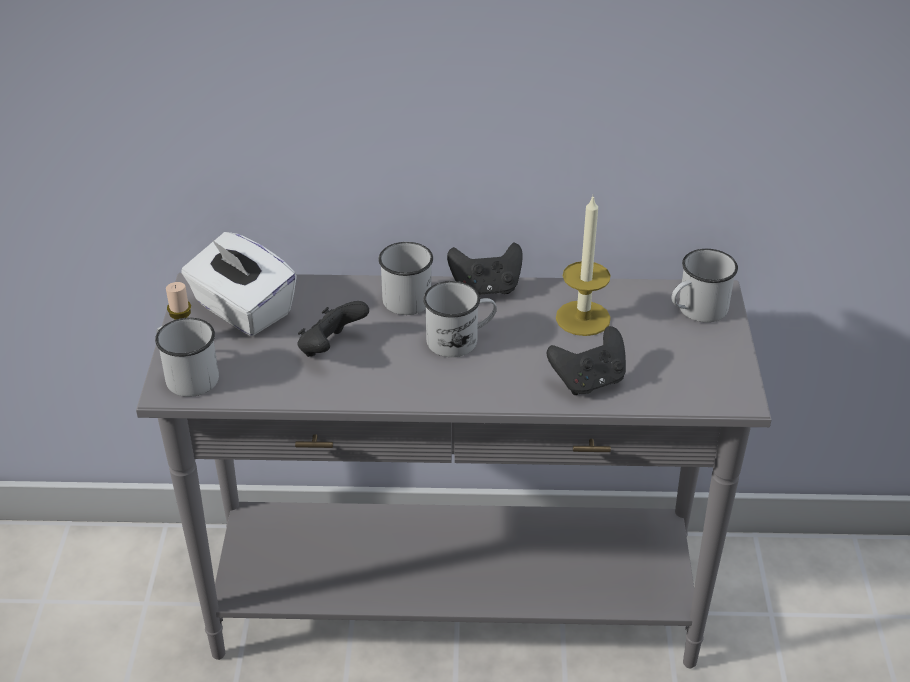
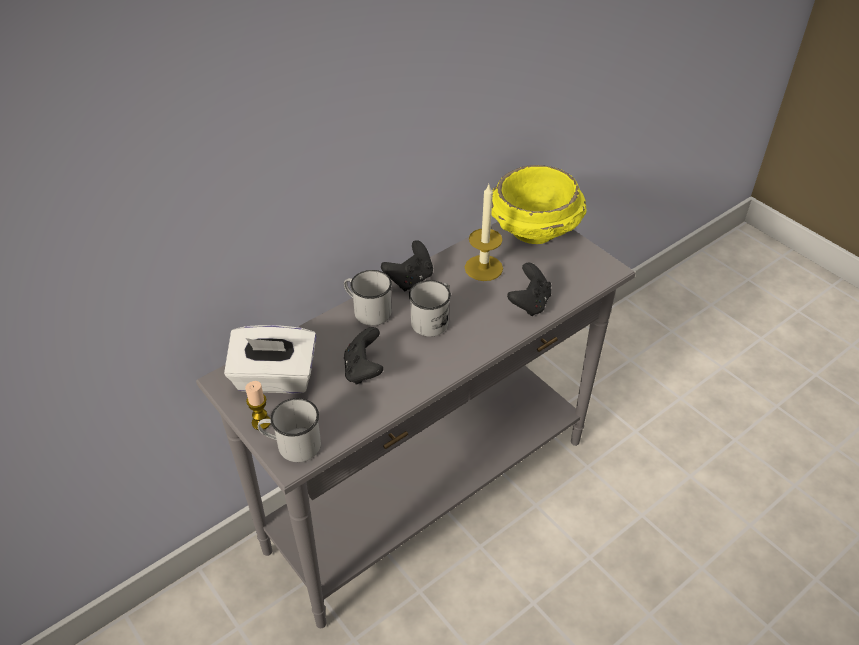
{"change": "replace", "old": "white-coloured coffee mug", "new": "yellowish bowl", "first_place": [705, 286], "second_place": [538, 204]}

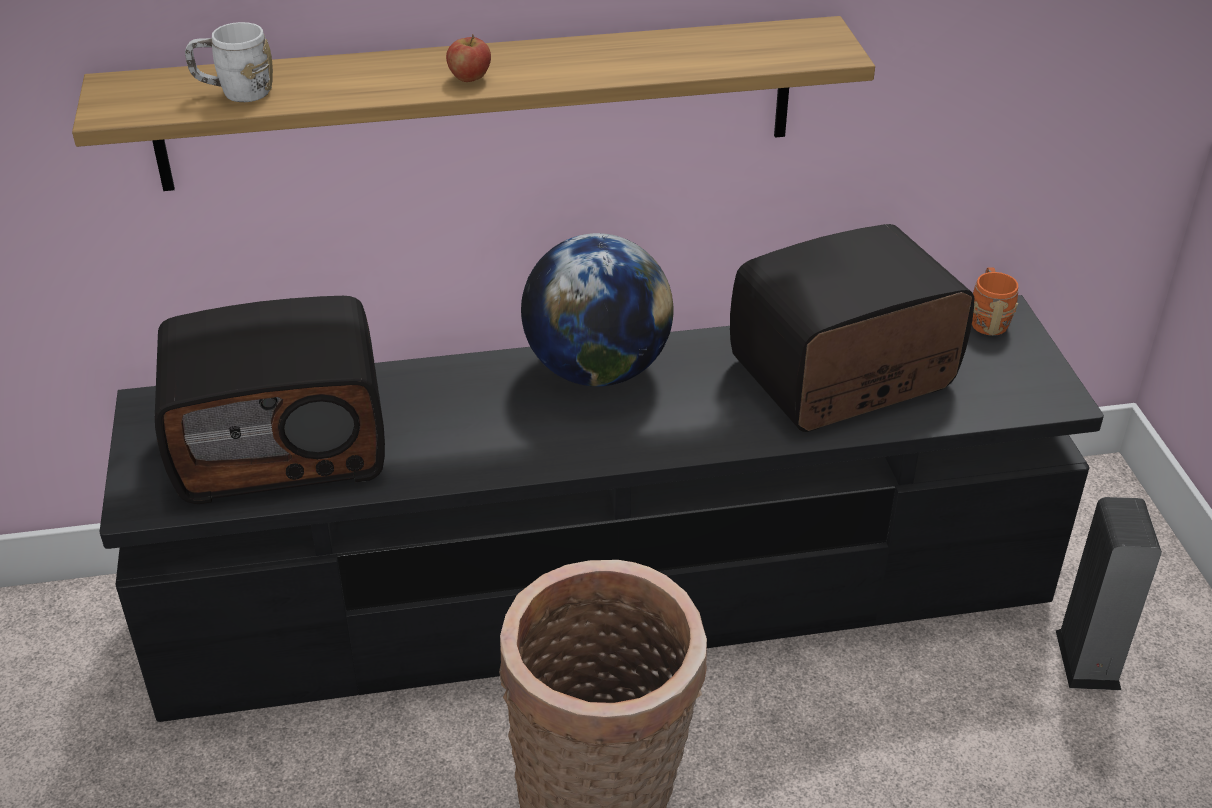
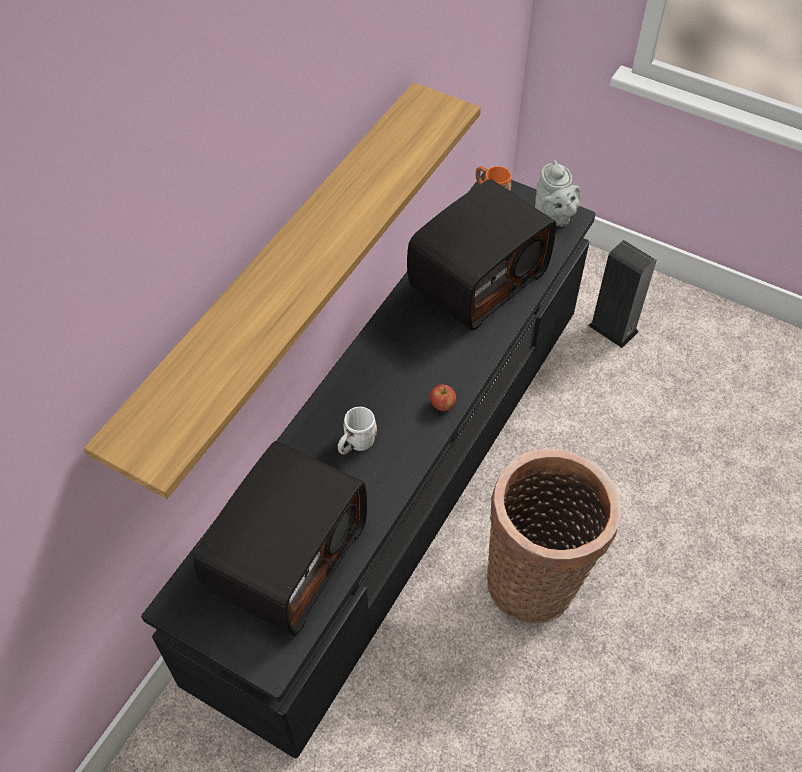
{"change": "delete", "old": "world globe", "first_place": [597, 309]}
{"change": "insert", "new": "greyish pot for tea", "second_place": [558, 193]}
{"change": "move", "old": "white-coloured coffee mug", "first_place": [229, 62], "second_place": [357, 431]}
{"change": "move", "old": "apple fruit", "first_place": [468, 58], "second_place": [443, 397]}
{"change": "rotate", "old": "radio", "first_place": [852, 328], "second_place": [481, 255], "degrees": -150}

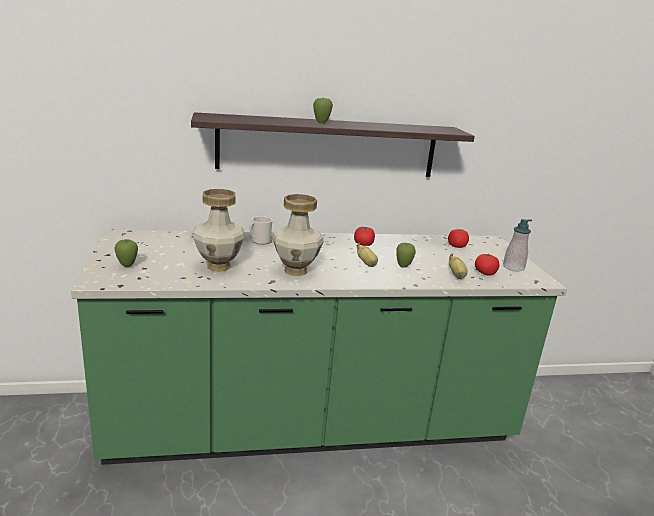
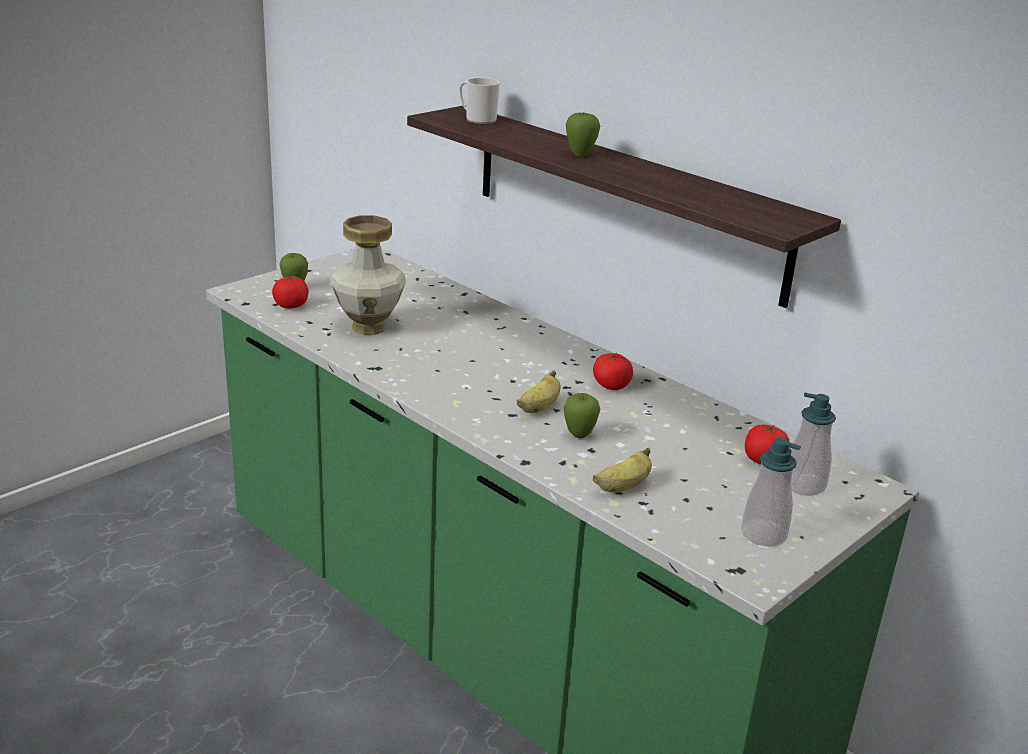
{"change": "delete", "old": "decorative vase", "first_place": [298, 235]}
{"change": "insert", "new": "liquid soap bottle", "second_place": [813, 444]}
{"change": "move", "old": "coffee mug", "first_place": [260, 230], "second_place": [479, 101]}
{"change": "move", "old": "fresh tomato", "first_place": [487, 265], "second_place": [290, 292]}

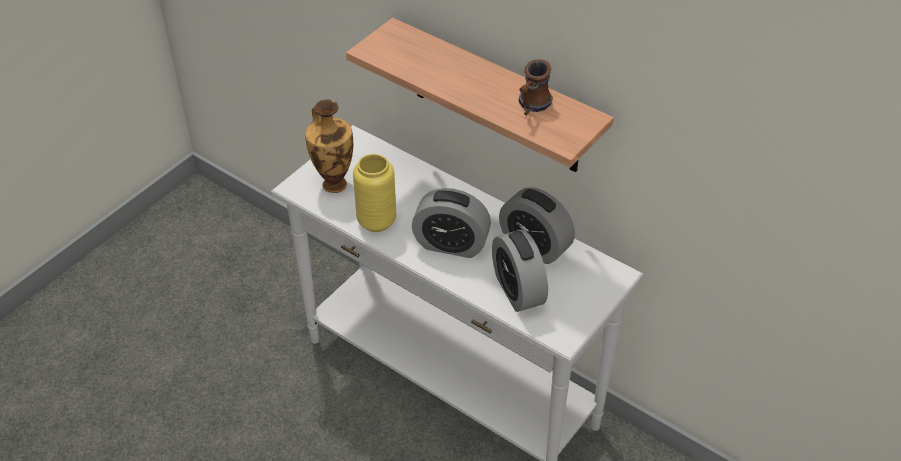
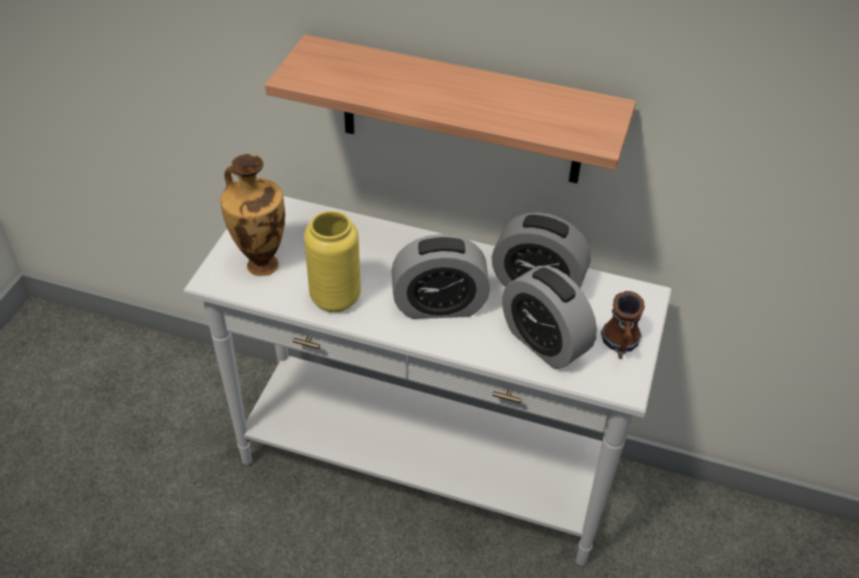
{"change": "move", "old": "coffee mug", "first_place": [536, 87], "second_place": [623, 325]}

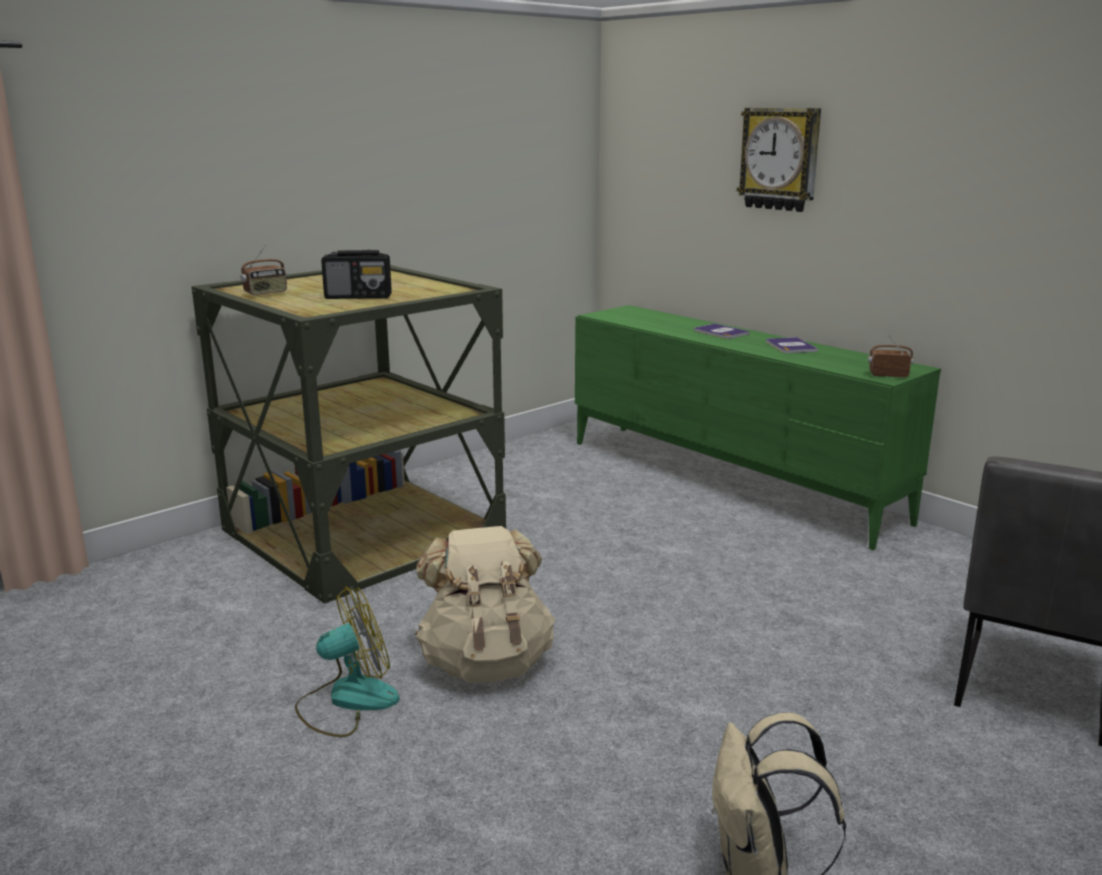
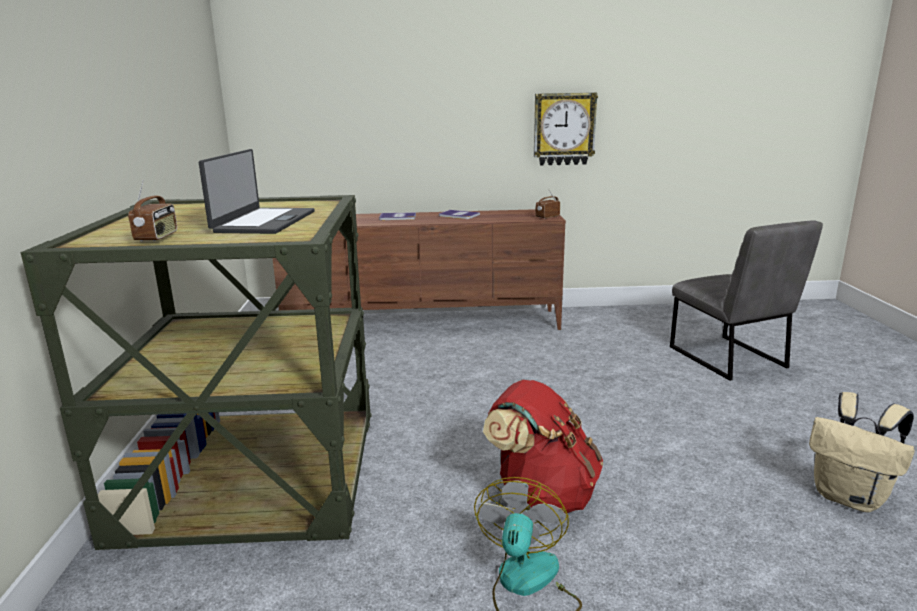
{"change": "move", "old": "clock on the wall", "first_place": [779, 160], "second_place": [566, 129]}
{"change": "replace", "old": "radio", "new": "notebook computer", "first_place": [356, 274], "second_place": [257, 191]}
{"change": "recolor", "old": "beige rucksack", "new": "red rucksack", "first_place": [485, 604], "second_place": [543, 447]}
{"change": "recolor", "old": "greenish storage cabinet", "new": "brownish storage cabinet", "first_place": [758, 427], "second_place": [419, 269]}

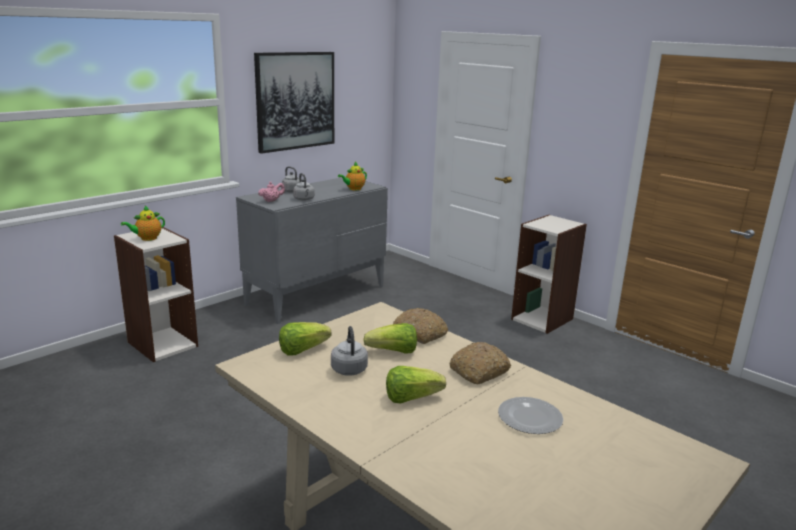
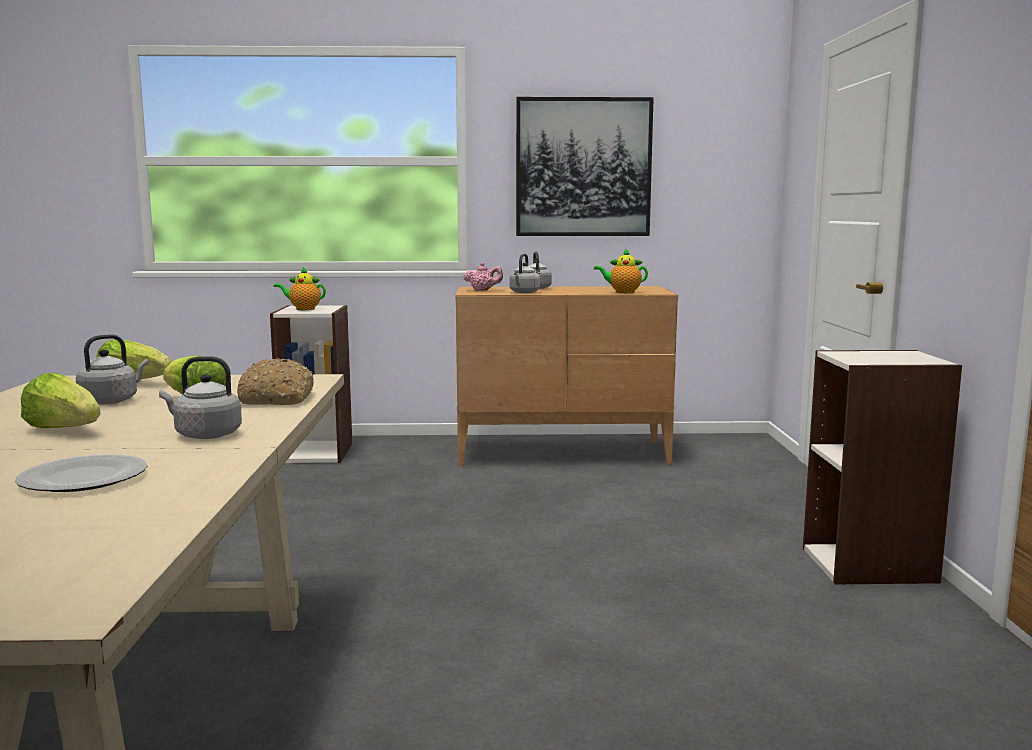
{"change": "replace", "old": "baked bread", "new": "greyish kettle", "first_place": [480, 363], "second_place": [200, 397]}
{"change": "recolor", "old": "greyish storage cabinet", "new": "brownish storage cabinet", "first_place": [312, 250], "second_place": [566, 376]}

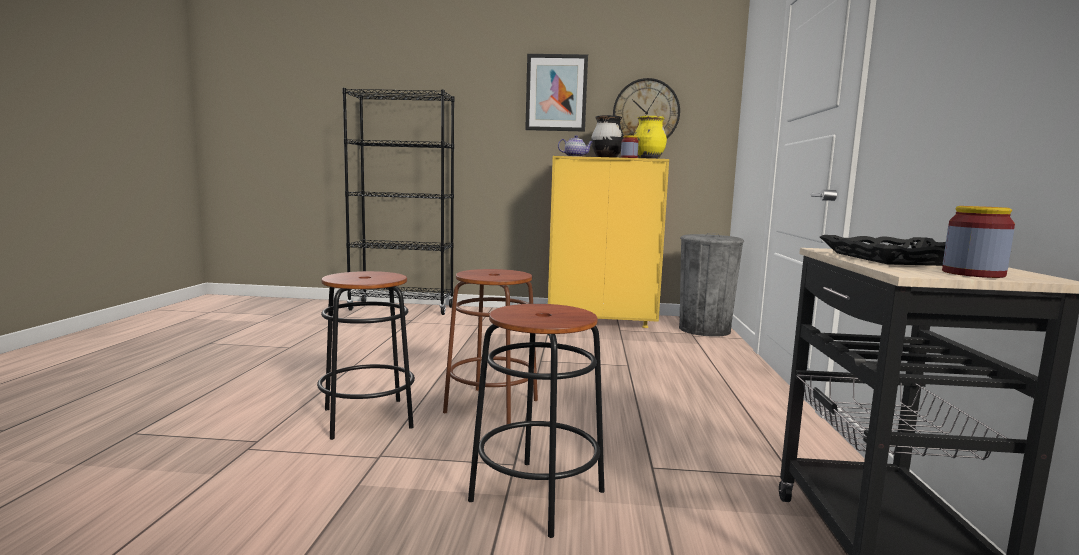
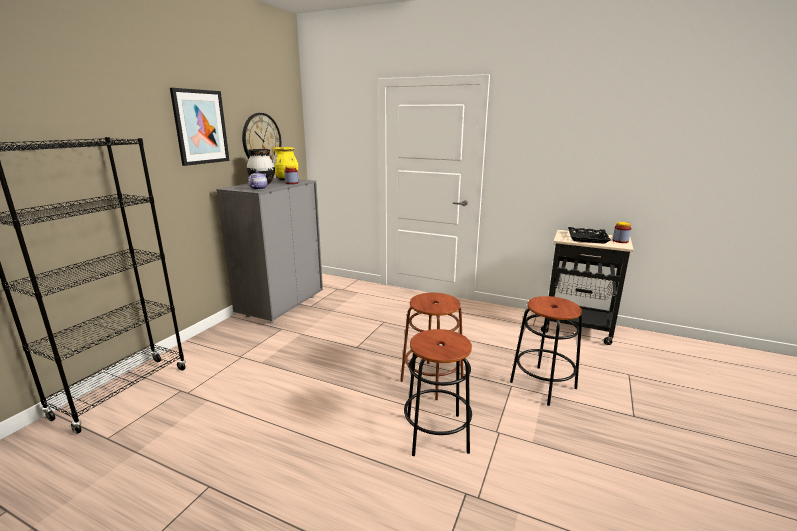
{"change": "delete", "old": "greyish waste bin", "first_place": [711, 285]}
{"change": "recolor", "old": "yellowish storage cabinet", "new": "greyish storage cabinet", "first_place": [608, 242], "second_place": [269, 250]}

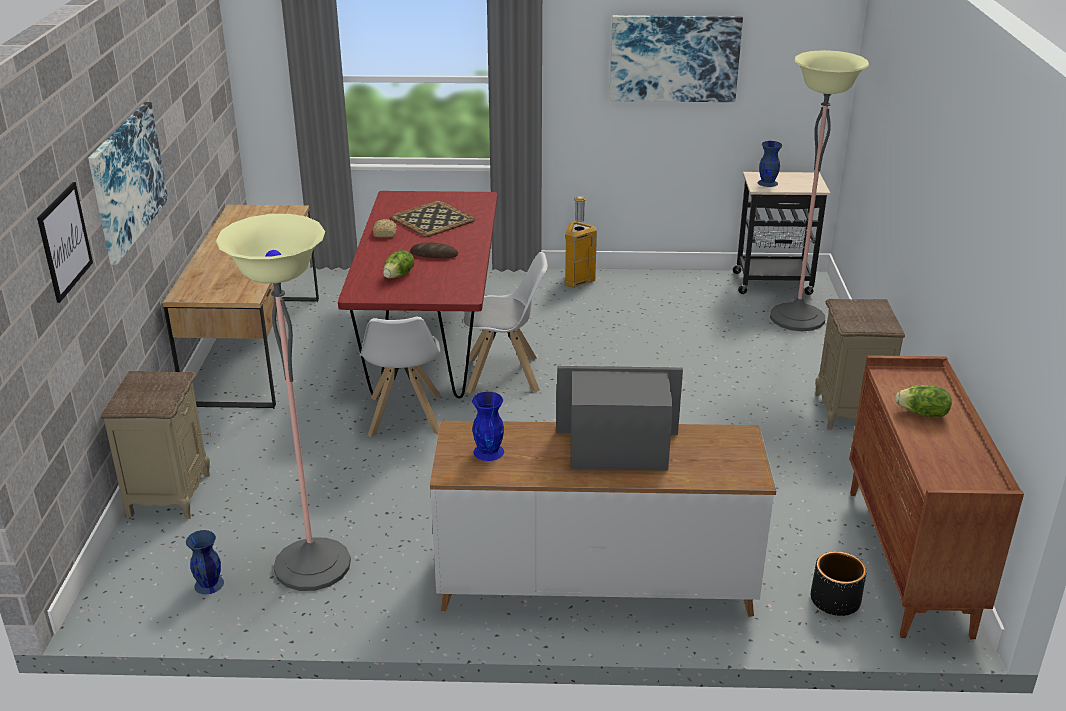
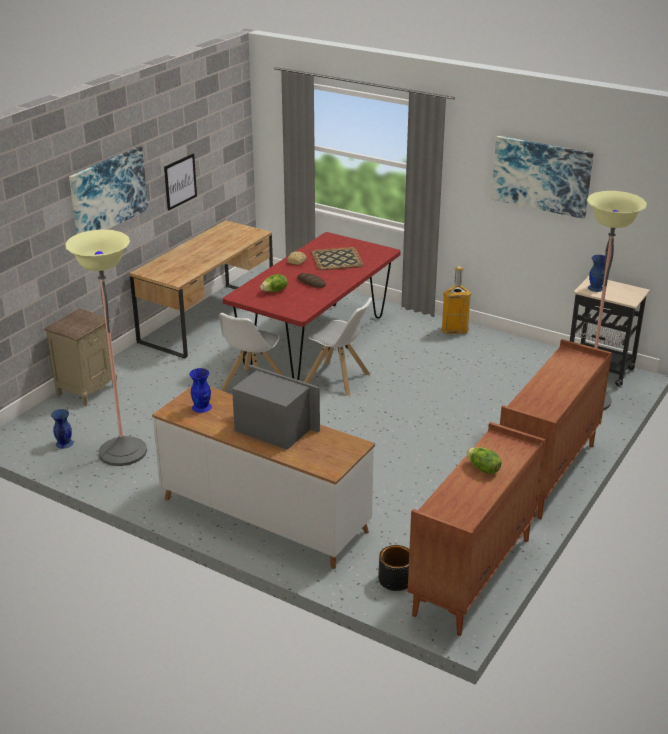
{"change": "move", "old": "wall picture", "first_place": [65, 242], "second_place": [180, 182]}
{"change": "replace", "old": "beige nightstand", "new": "brownish storage cabinet", "first_place": [860, 364], "second_place": [556, 429]}

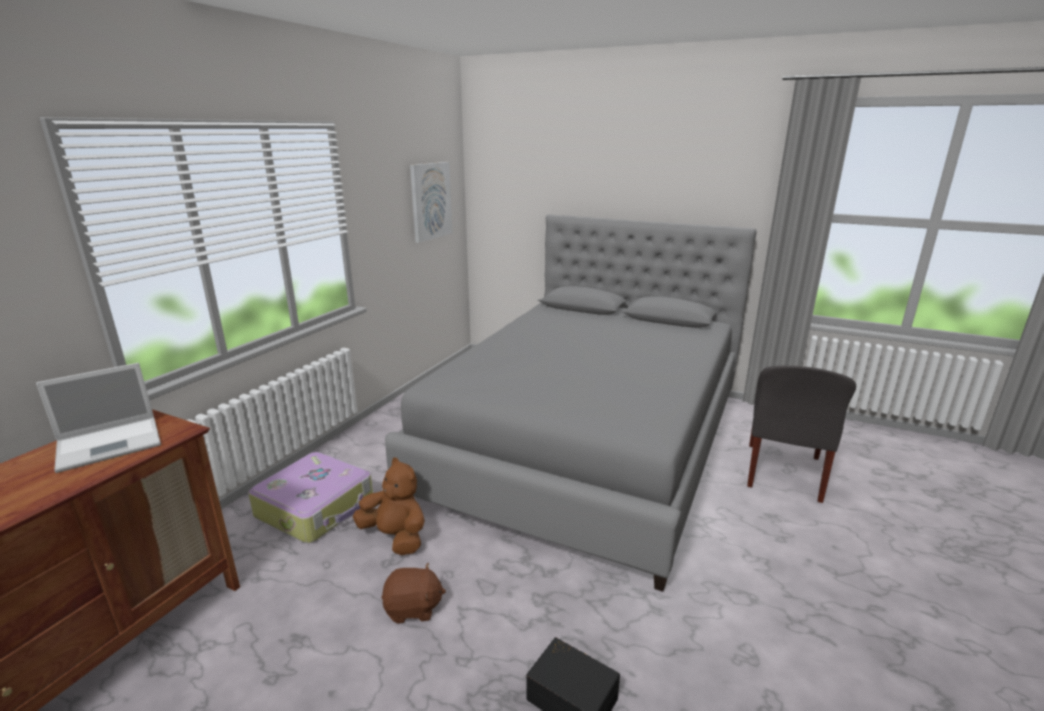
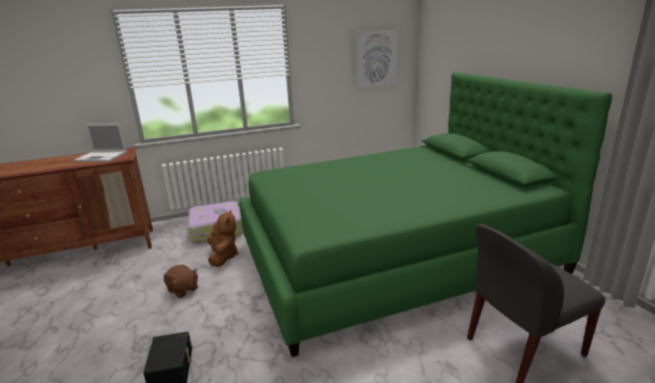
{"change": "recolor", "old": "greyish bedroom bed", "new": "greenish bedroom bed", "first_place": [571, 403], "second_place": [425, 214]}

